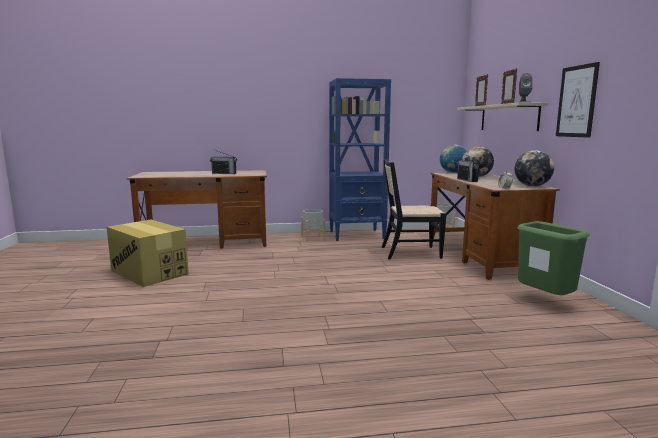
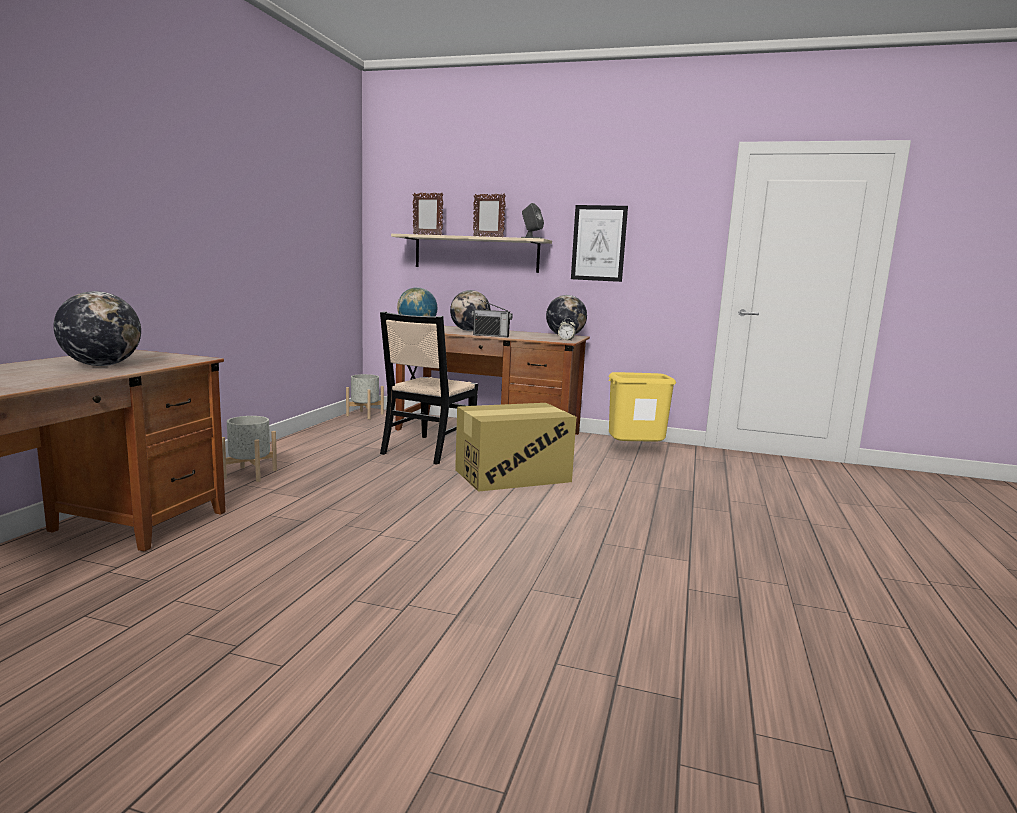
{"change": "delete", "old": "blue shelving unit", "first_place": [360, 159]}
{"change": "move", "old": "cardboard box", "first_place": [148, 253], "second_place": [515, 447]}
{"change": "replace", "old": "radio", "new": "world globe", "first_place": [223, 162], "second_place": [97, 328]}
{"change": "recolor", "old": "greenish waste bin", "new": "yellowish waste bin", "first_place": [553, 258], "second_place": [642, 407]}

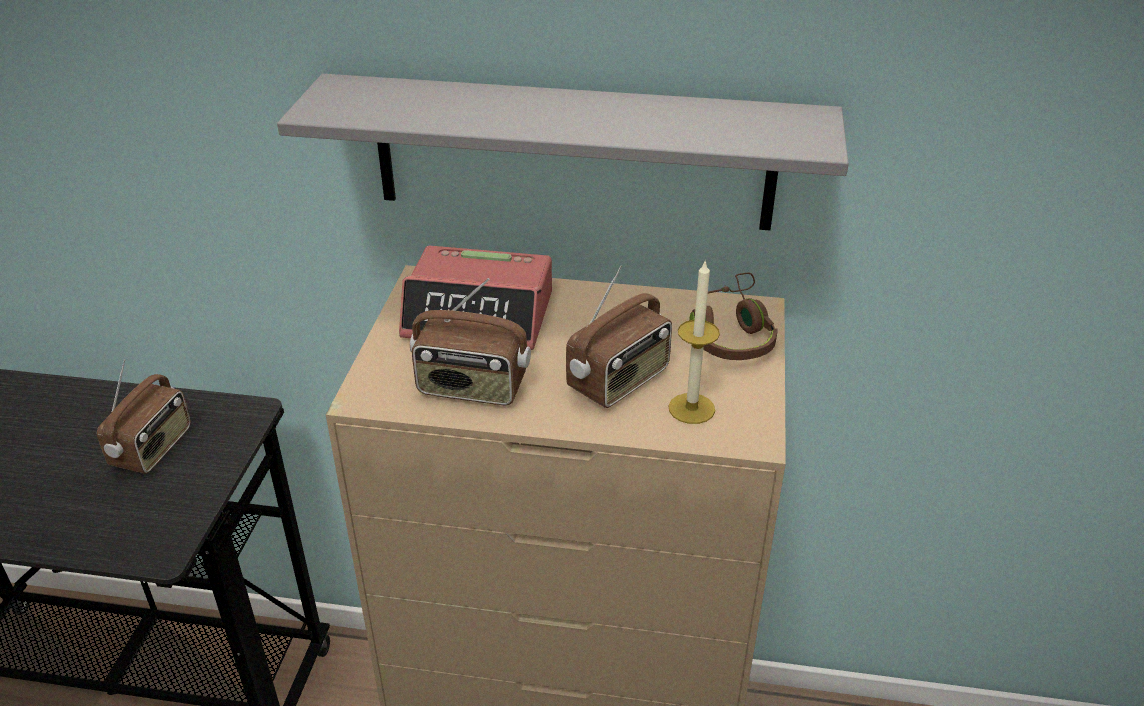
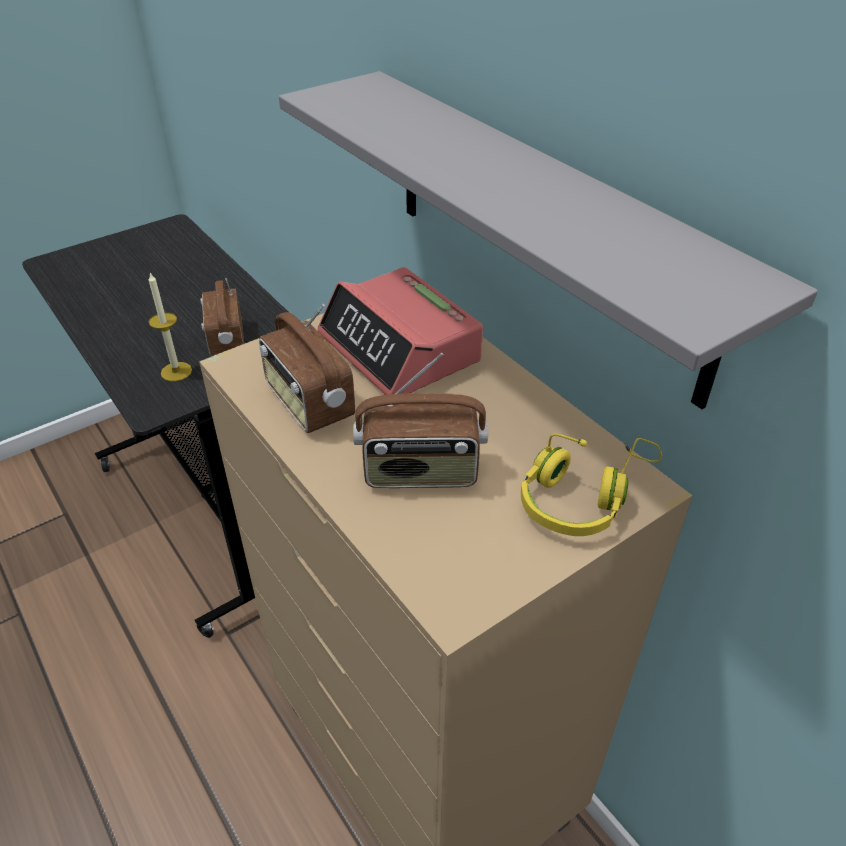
{"change": "move", "old": "wax candle", "first_place": [694, 341], "second_place": [170, 327]}
{"change": "recolor", "old": "brownish headphones", "new": "yellowish headphones", "first_place": [733, 316], "second_place": [591, 485]}
{"change": "rotate", "old": "radio", "first_place": [144, 417], "second_place": [222, 317], "degrees": 105}

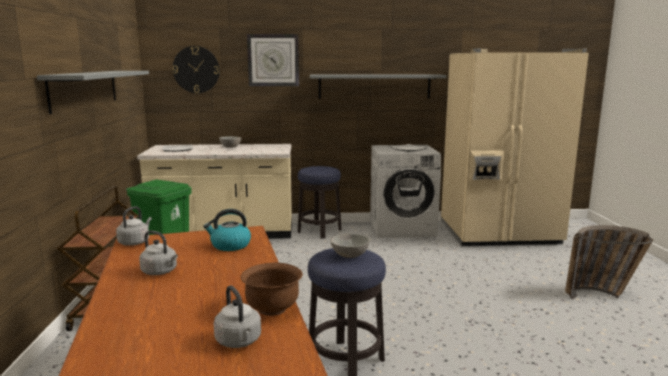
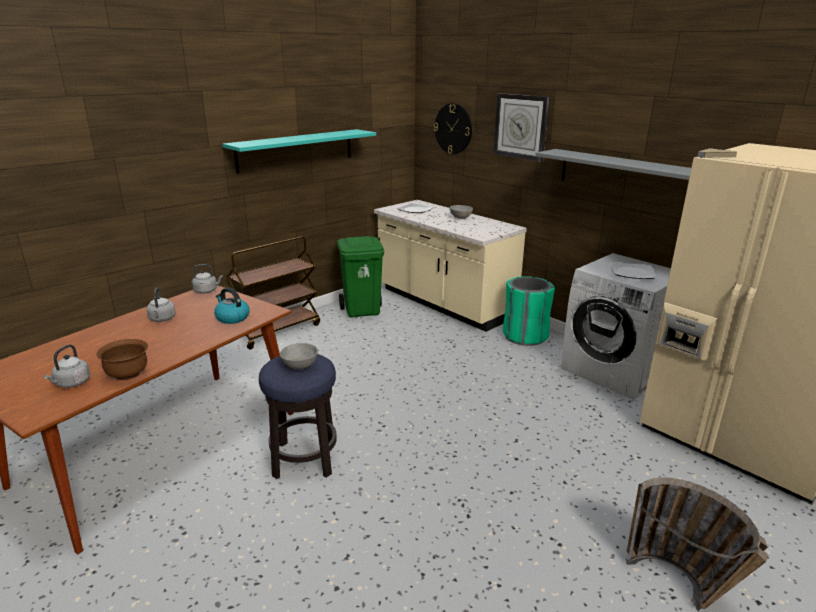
{"change": "replace", "old": "sitting stool", "new": "greenish waste bin", "first_place": [320, 202], "second_place": [529, 311]}
{"change": "recolor", "old": "greyish wall shelf", "new": "turquoise-coloured wall shelf", "first_place": [93, 92], "second_place": [299, 151]}

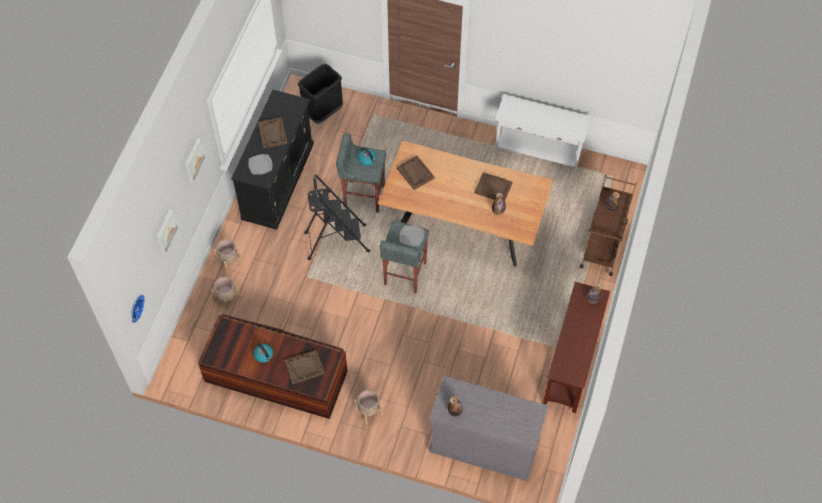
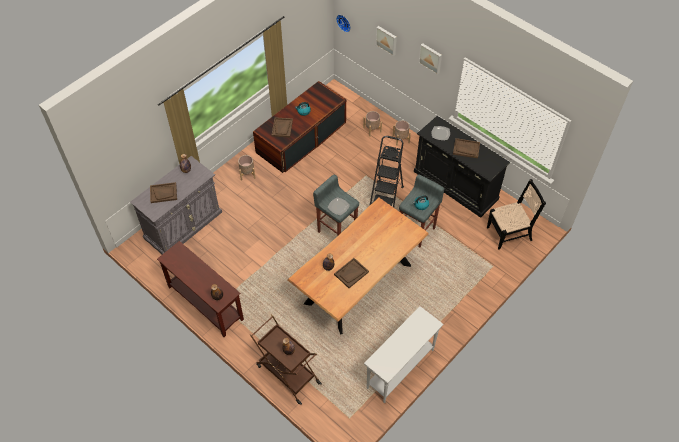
{"change": "move", "old": "brownish serving tray", "first_place": [416, 172], "second_place": [163, 192]}
{"change": "replace", "old": "black waste bin", "new": "plain chair", "first_place": [320, 94], "second_place": [516, 214]}

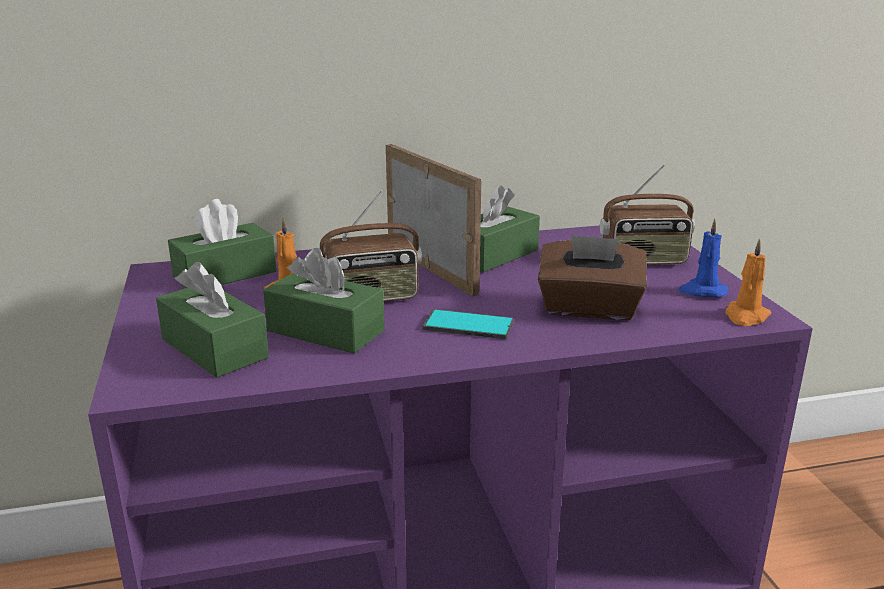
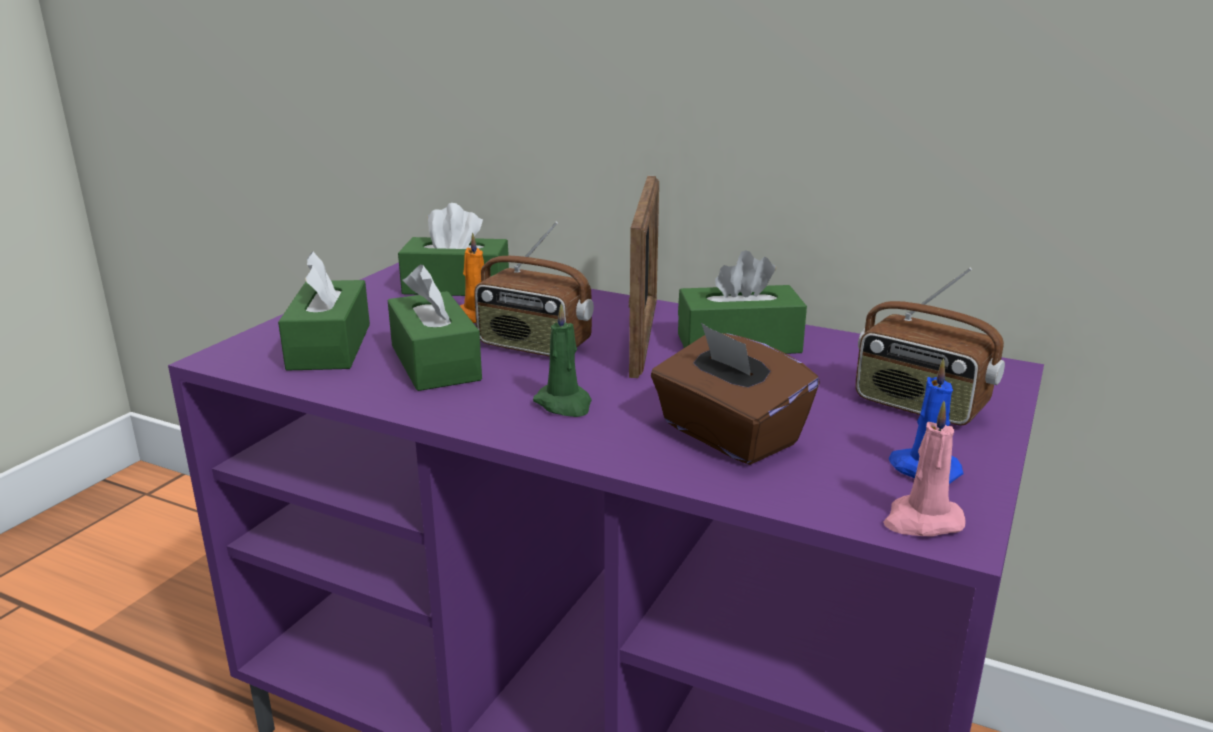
{"change": "replace", "old": "telephone", "new": "greenish wax candle", "first_place": [468, 324], "second_place": [562, 360]}
{"change": "recolor", "old": "orange-coloured wax candle", "new": "pinkish wax candle", "first_place": [748, 282], "second_place": [924, 468]}

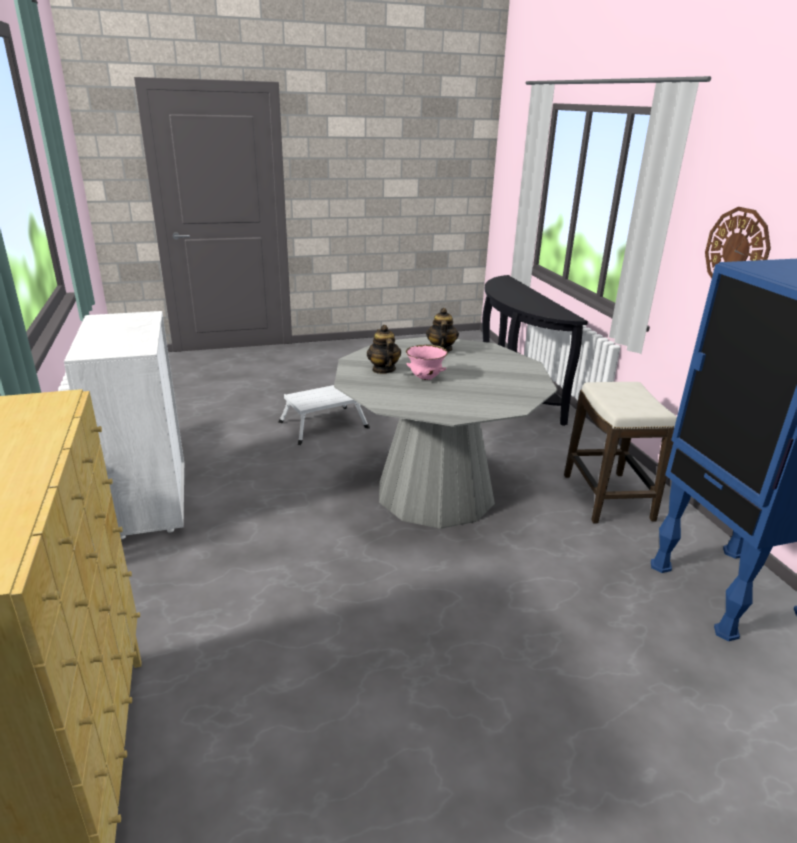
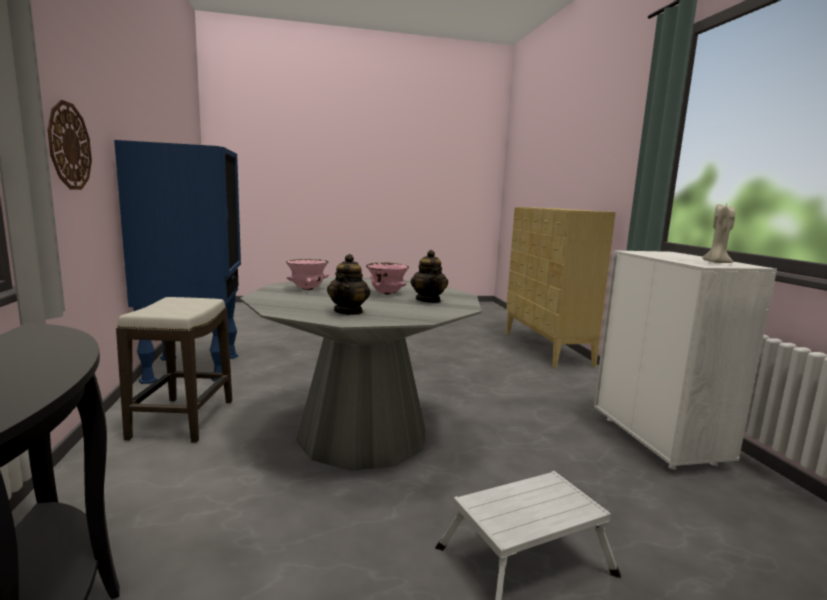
{"change": "insert", "new": "pinkish bowl", "second_place": [307, 274]}
{"change": "insert", "new": "beige wax candle", "second_place": [718, 233]}

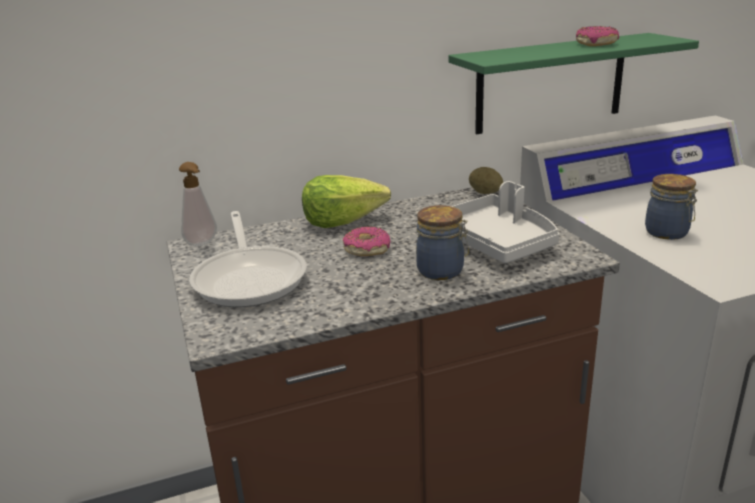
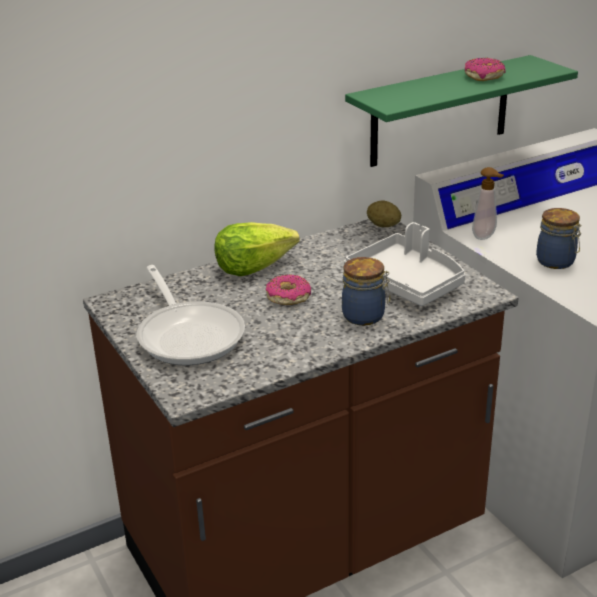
{"change": "move", "old": "liquid soap bottle", "first_place": [198, 204], "second_place": [488, 203]}

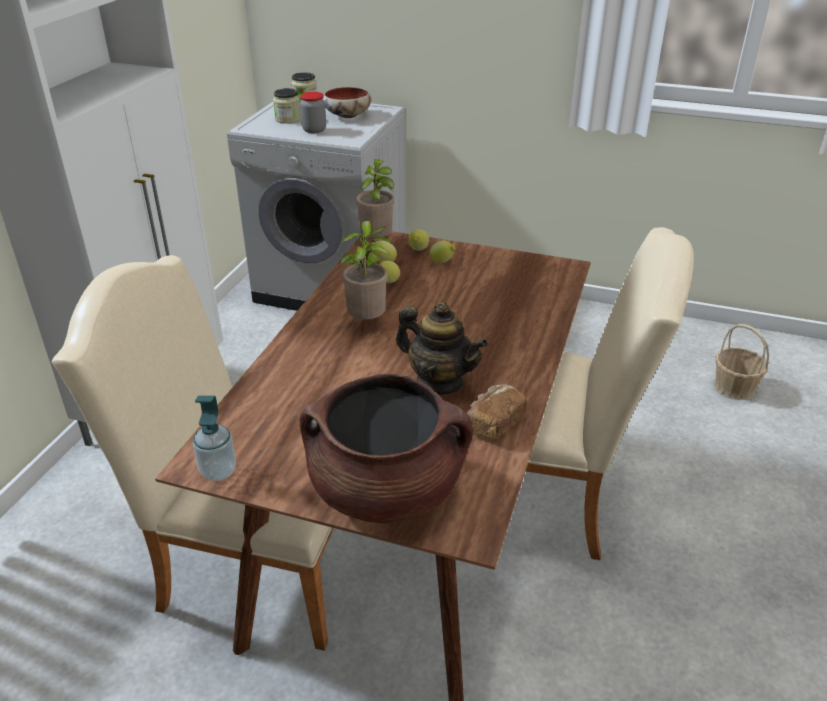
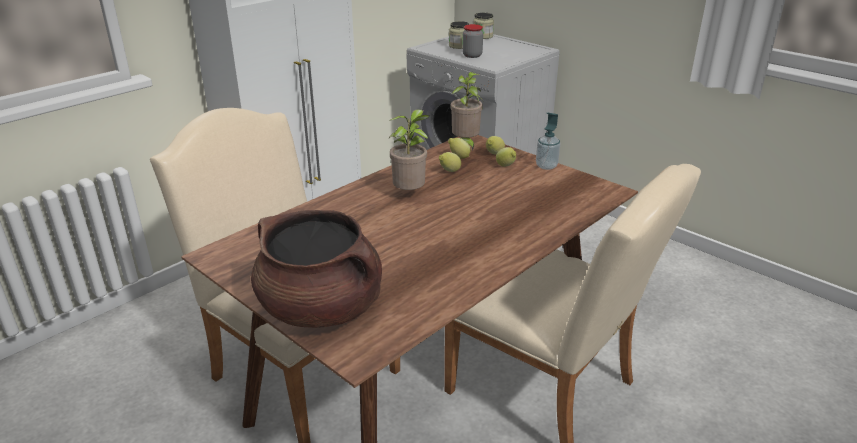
{"change": "delete", "old": "bowl", "first_place": [347, 102]}
{"change": "delete", "old": "pot for tea", "first_place": [442, 348]}
{"change": "delete", "old": "baked bread", "first_place": [497, 411]}
{"change": "delete", "old": "household basket", "first_place": [741, 362]}
{"change": "move", "old": "liquid soap bottle", "first_place": [214, 438], "second_place": [548, 141]}

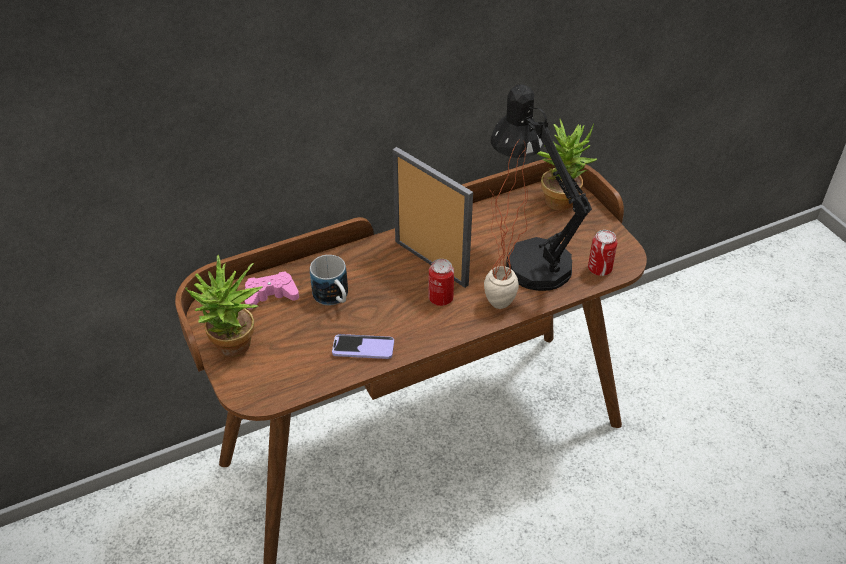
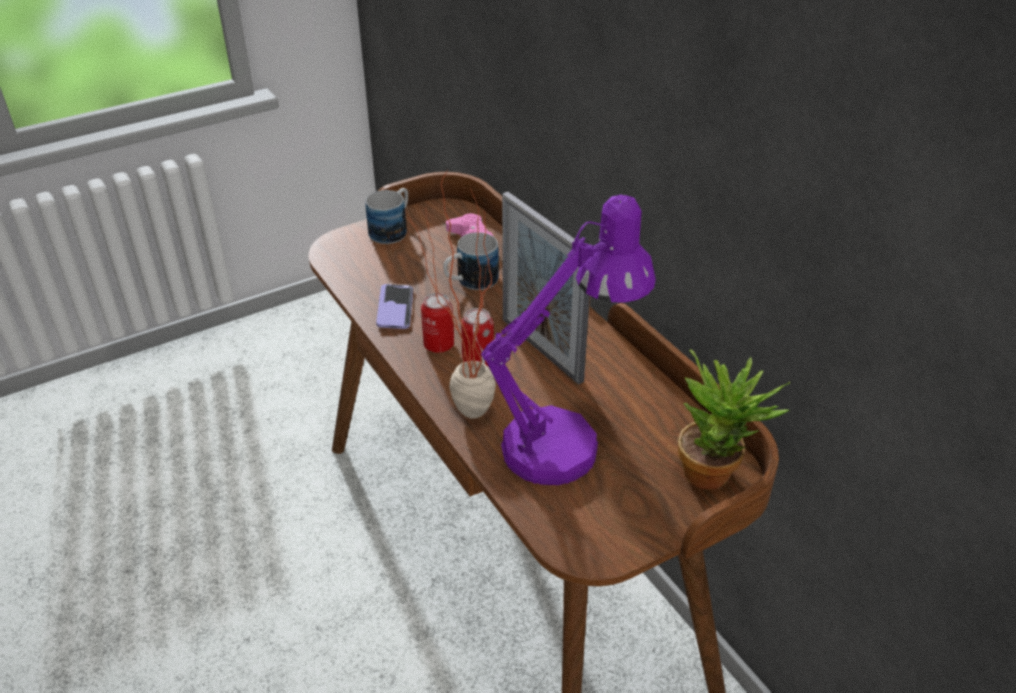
{"change": "move", "old": "metal can", "first_place": [602, 253], "second_place": [437, 323]}
{"change": "replace", "old": "plant in a pot", "new": "coffee mug", "first_place": [224, 306], "second_place": [386, 216]}
{"change": "recolor", "old": "black lamp for a table", "new": "purple lamp for a table", "first_place": [541, 187], "second_place": [568, 340]}
{"change": "rotate", "old": "picture frame", "first_place": [433, 217], "second_place": [546, 288], "degrees": 105}

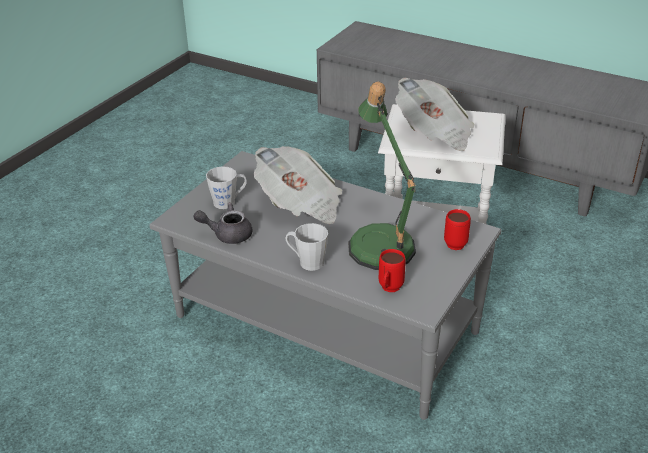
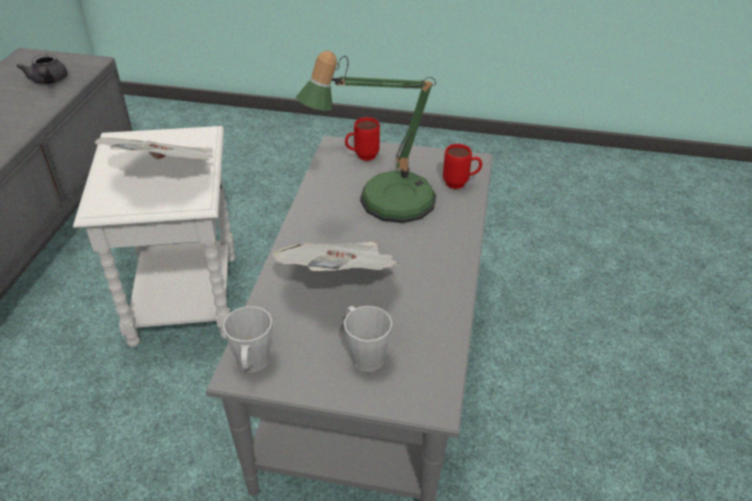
{"change": "move", "old": "greyish pot for tea", "first_place": [223, 223], "second_place": [42, 69]}
{"change": "move", "old": "greyish coffee mug", "first_place": [306, 247], "second_place": [247, 339]}

